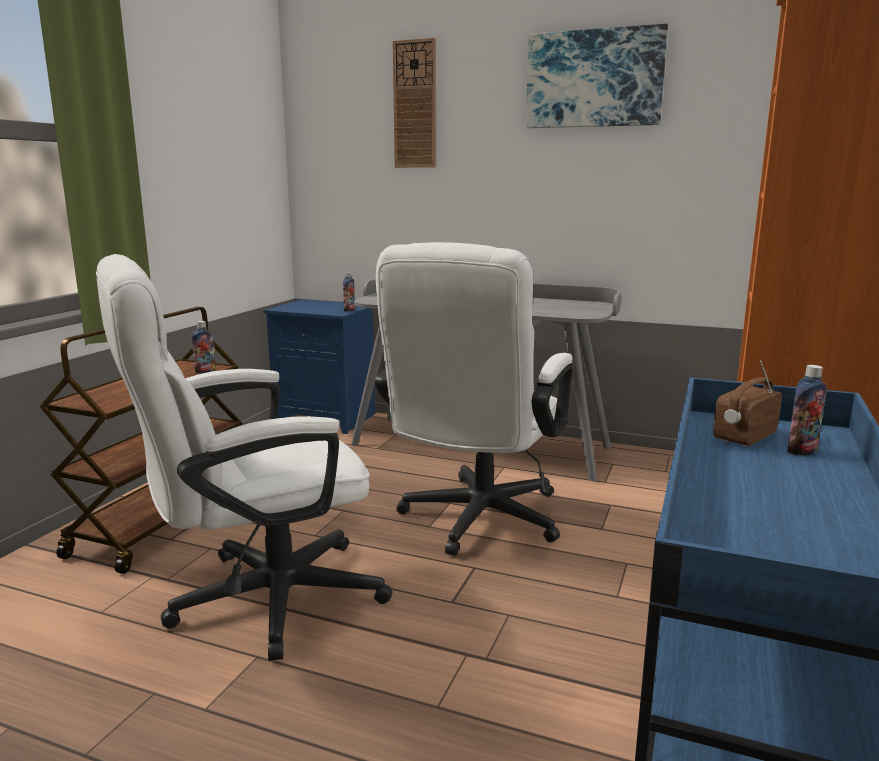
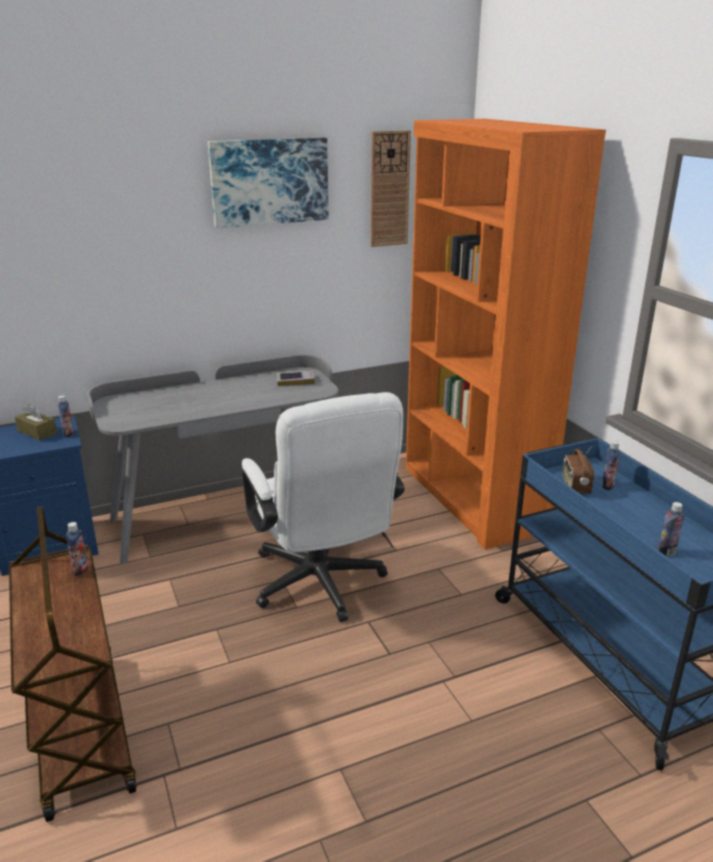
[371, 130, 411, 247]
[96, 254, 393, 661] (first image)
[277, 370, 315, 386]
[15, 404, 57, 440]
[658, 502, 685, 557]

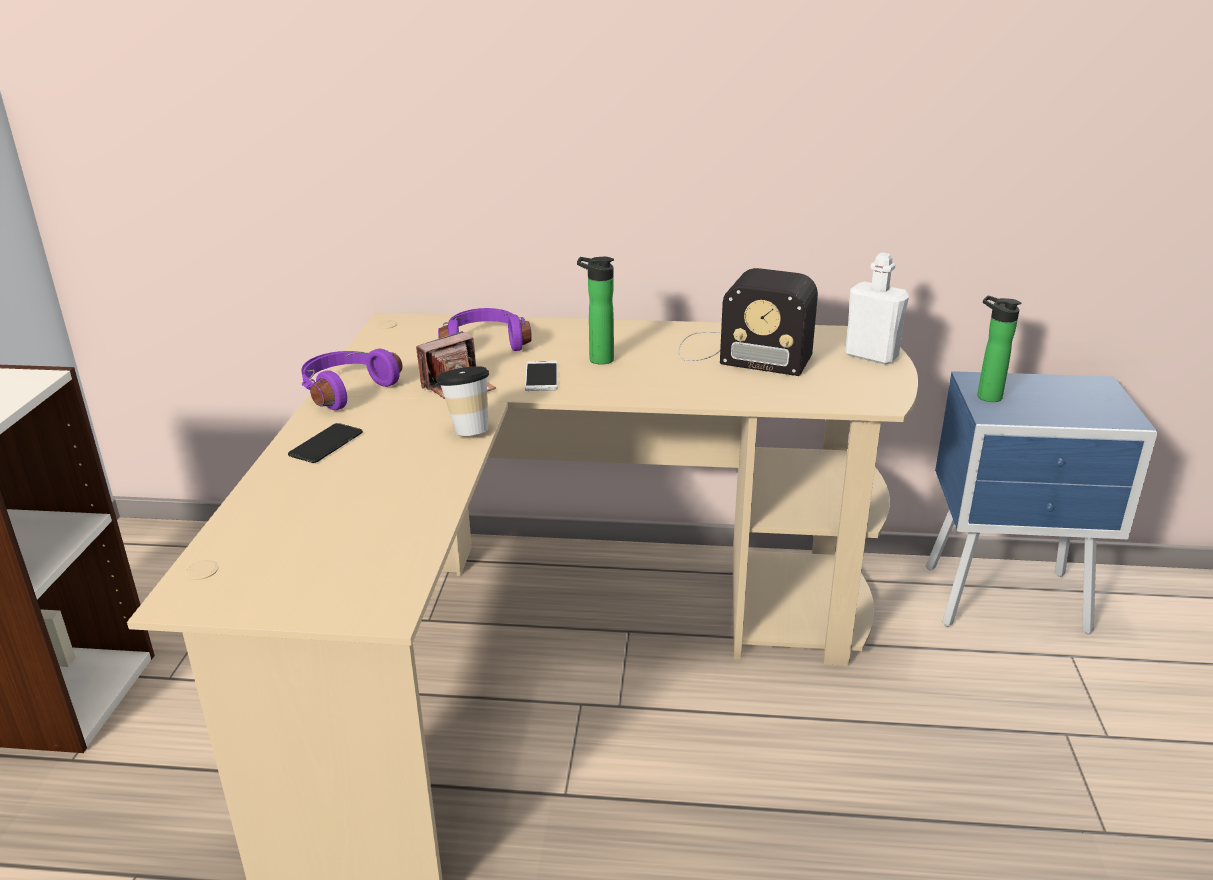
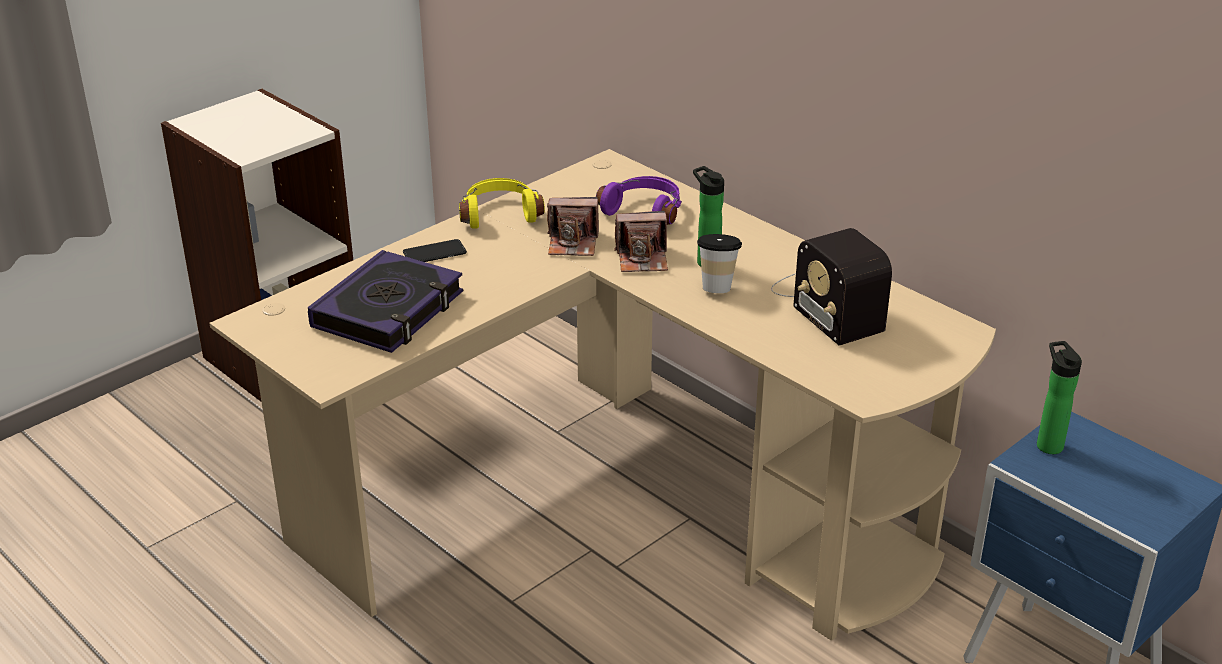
[845, 253, 909, 365] (first image)
[459, 178, 545, 229]
[614, 211, 668, 272]
[697, 234, 742, 293]
[308, 250, 463, 353]

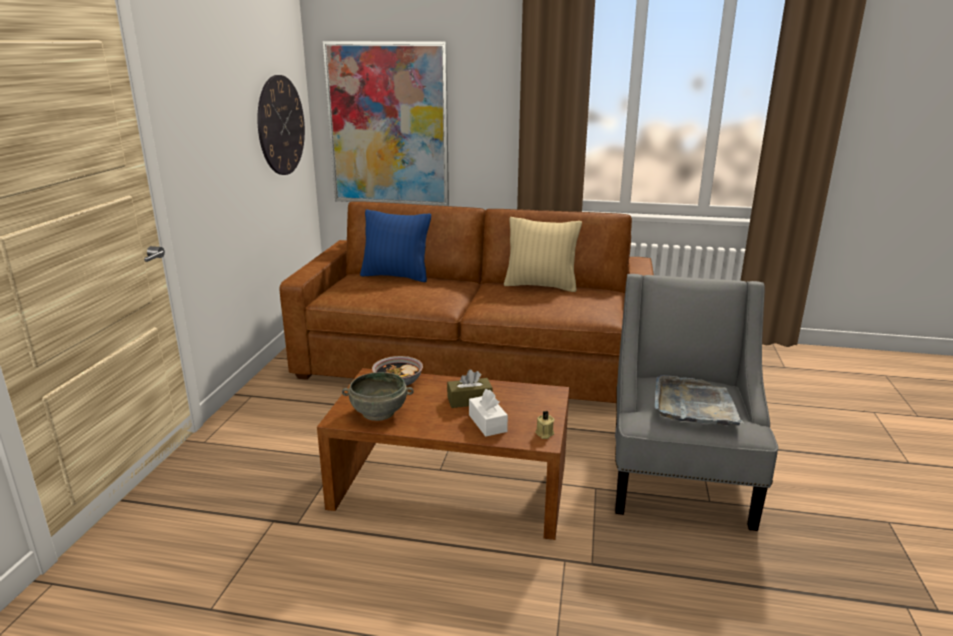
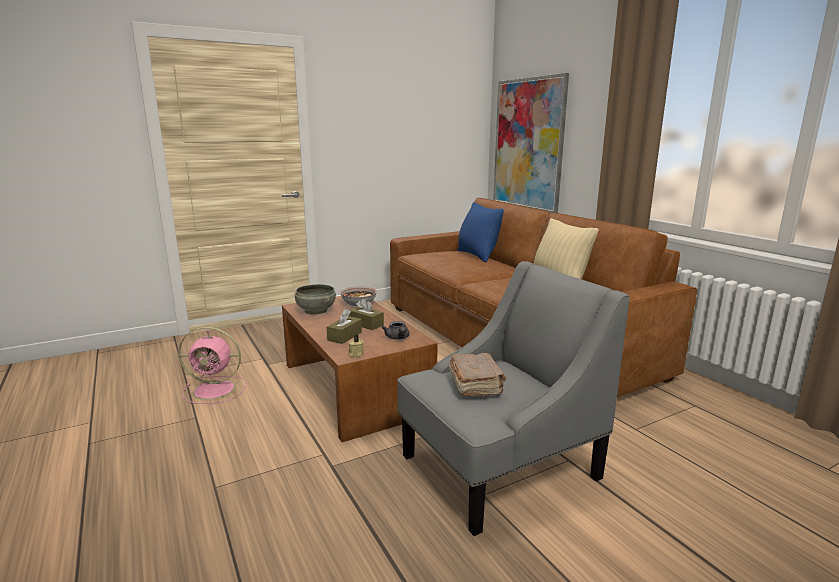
[257, 75, 305, 175] (first image)
[448, 353, 506, 396]
[327, 309, 362, 344]
[382, 321, 409, 340]
[178, 327, 247, 404]

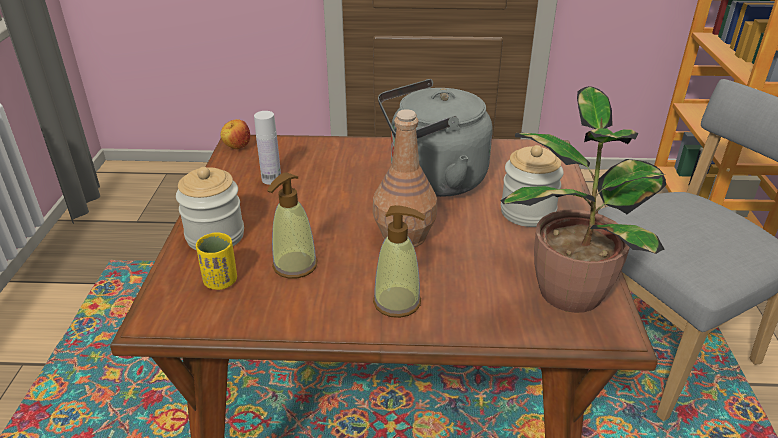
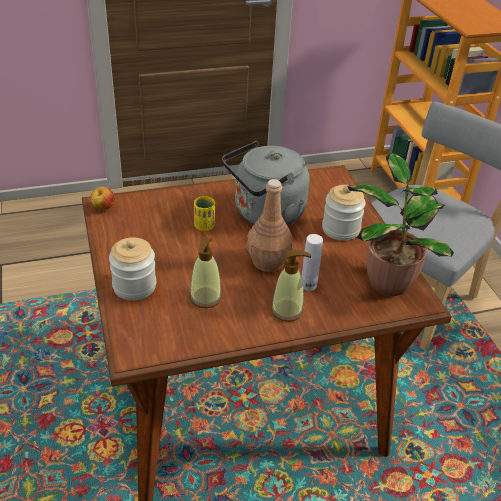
[301, 234, 323, 291]
[194, 196, 215, 231]

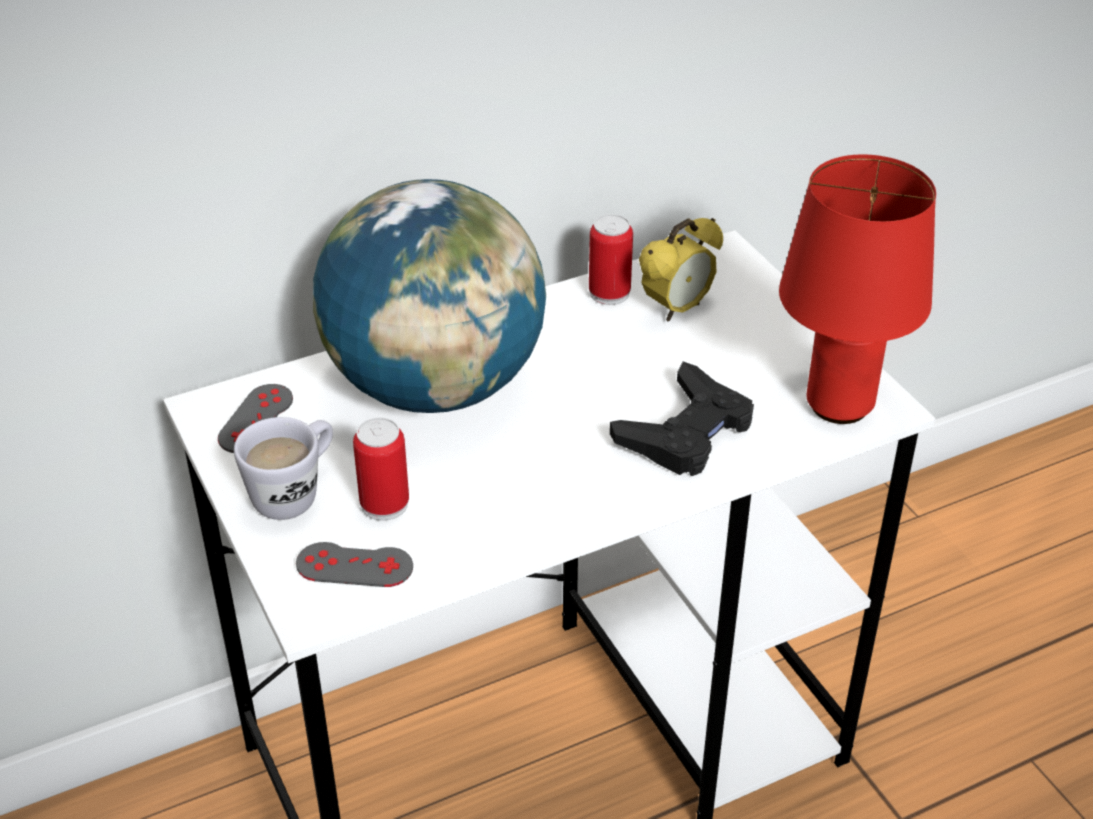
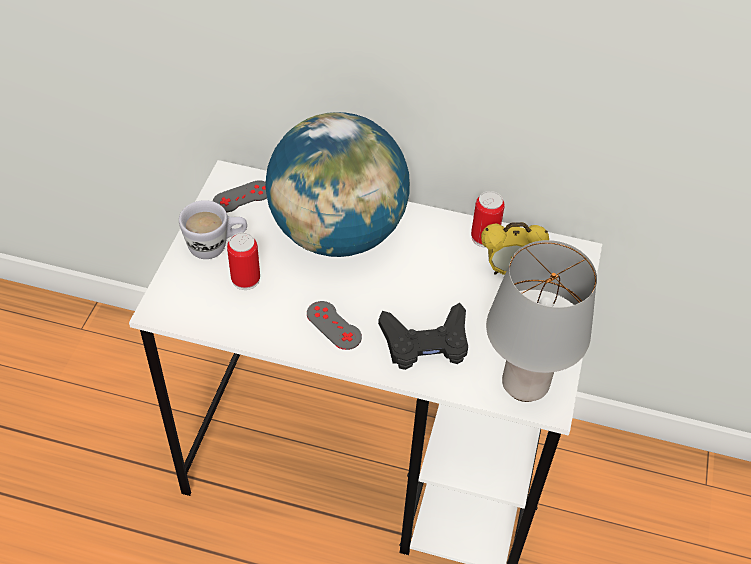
[486, 240, 597, 402]
[307, 301, 362, 350]

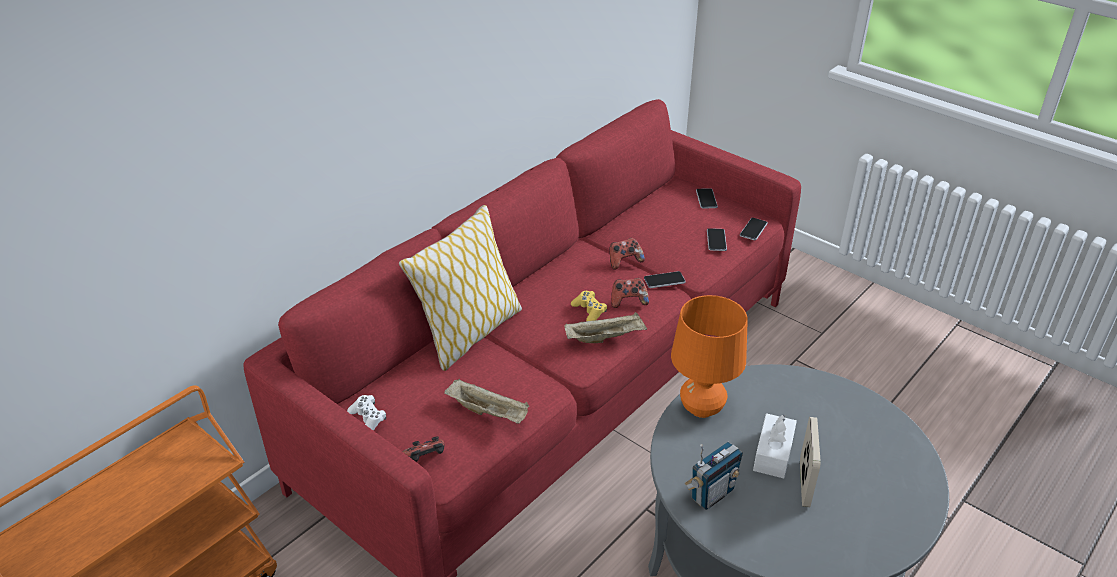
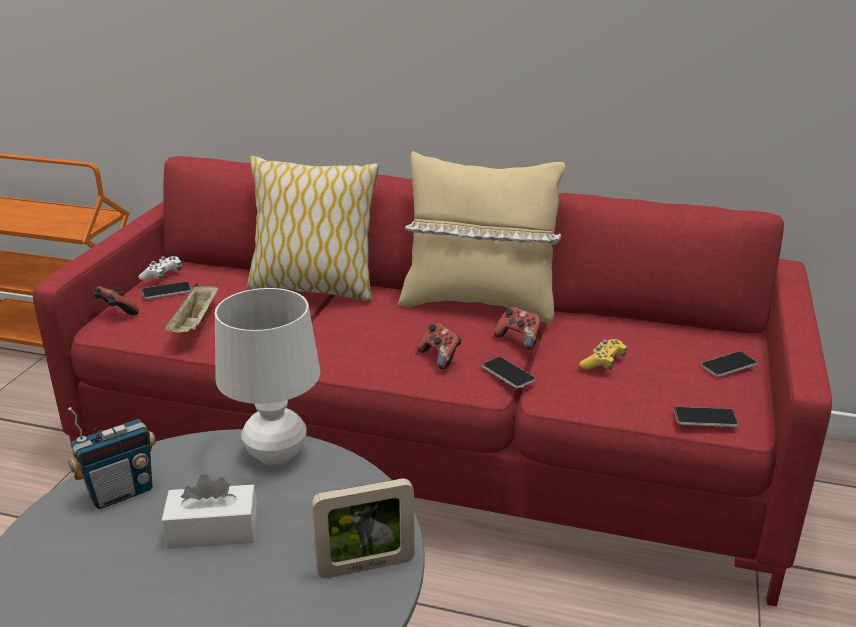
[142, 282, 192, 299]
[579, 339, 627, 370]
[215, 288, 320, 466]
[565, 312, 647, 343] (first image)
[311, 478, 415, 578]
[68, 407, 156, 509]
[398, 151, 565, 323]

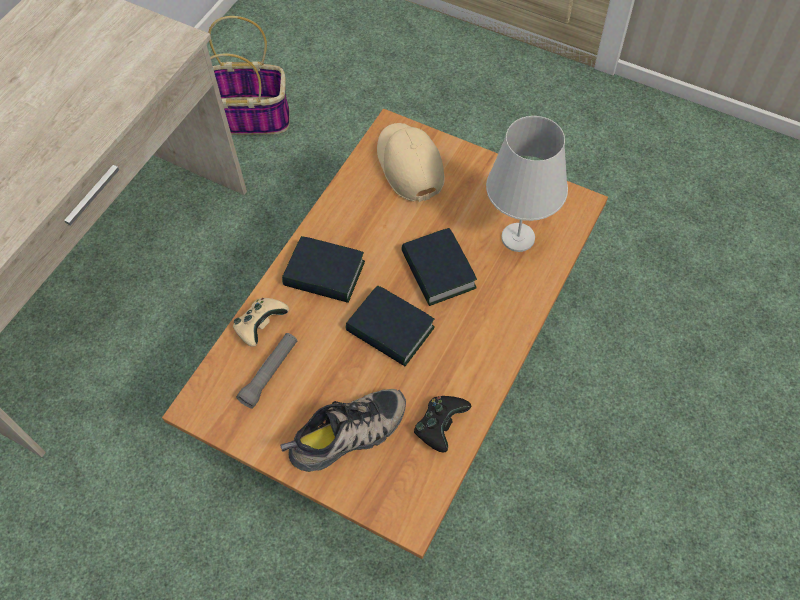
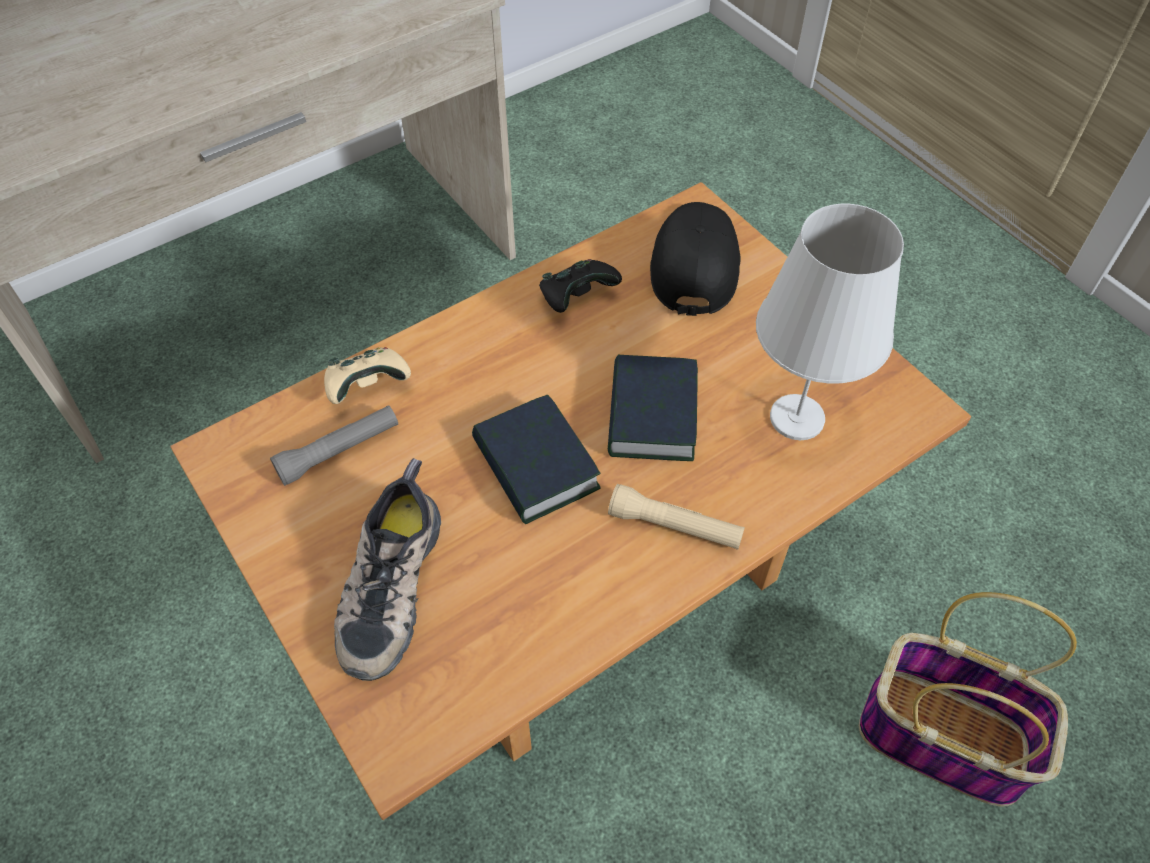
[859, 592, 1077, 807]
[650, 202, 741, 316]
[282, 236, 365, 303] (first image)
[334, 458, 441, 681]
[539, 259, 622, 313]
[608, 484, 745, 550]

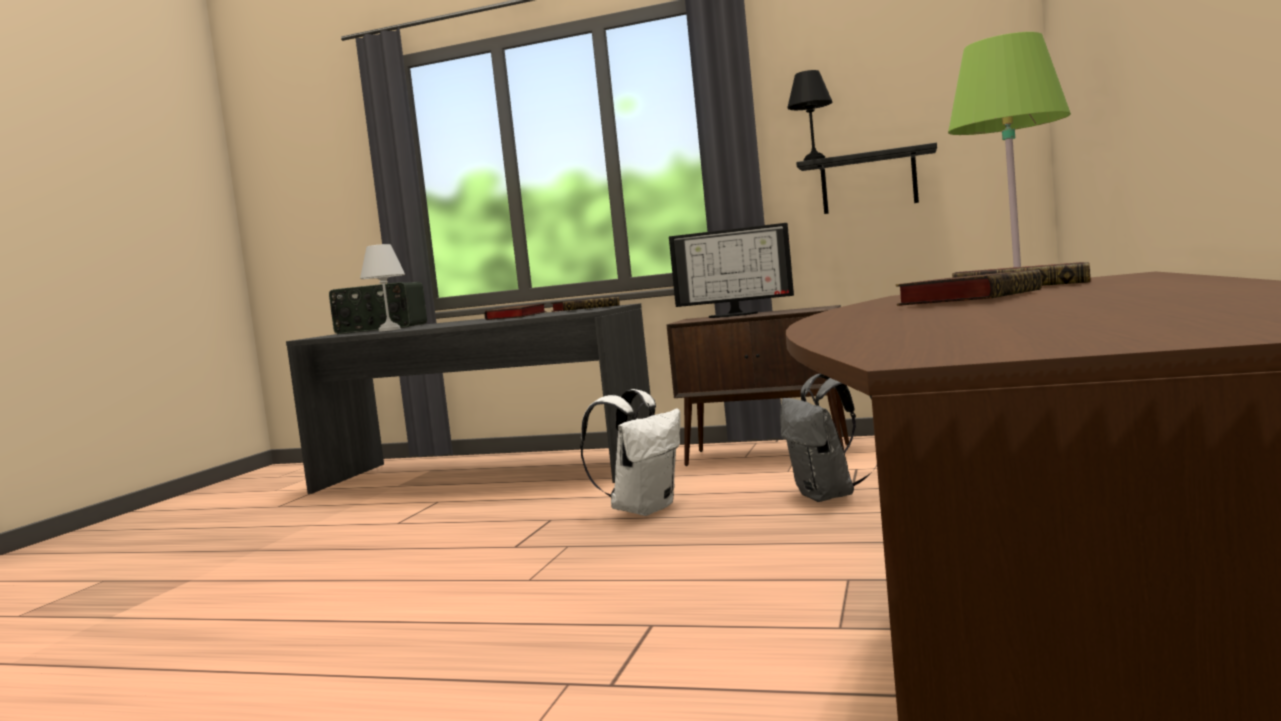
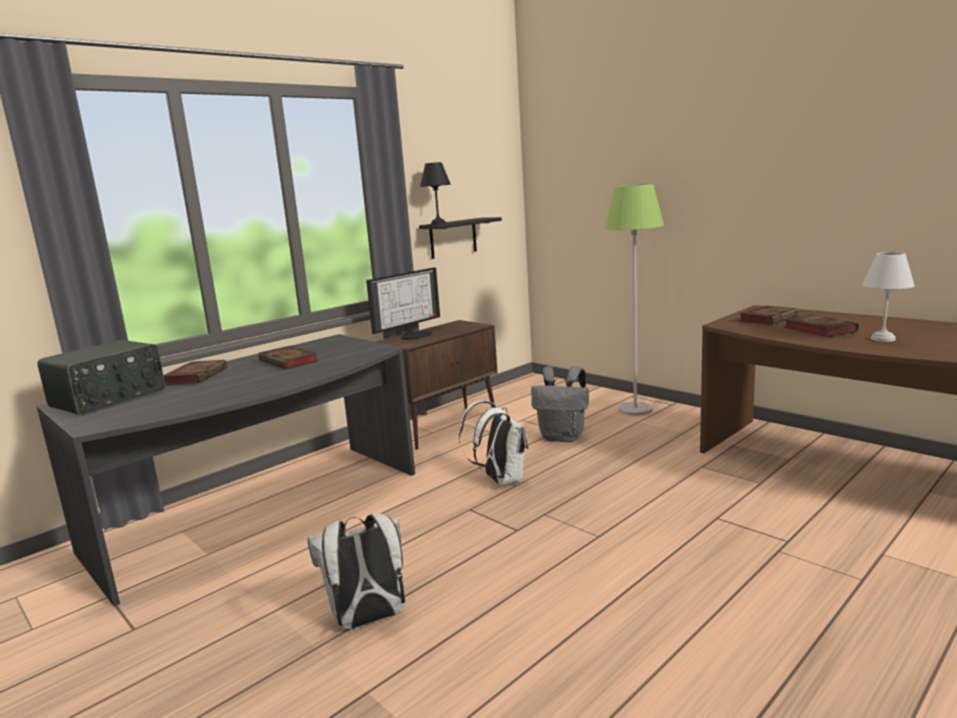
[862, 252, 915, 342]
[164, 360, 227, 385]
[307, 513, 405, 629]

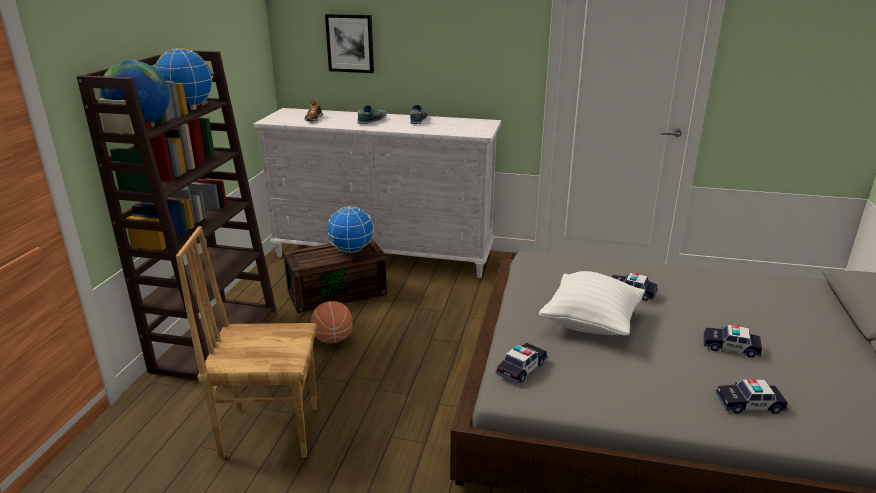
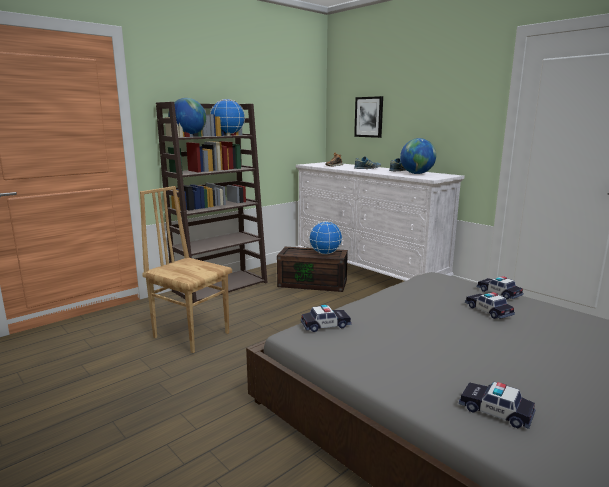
[539, 271, 645, 335] (first image)
[311, 301, 353, 344] (first image)
[477, 276, 523, 299]
[400, 138, 436, 174]

